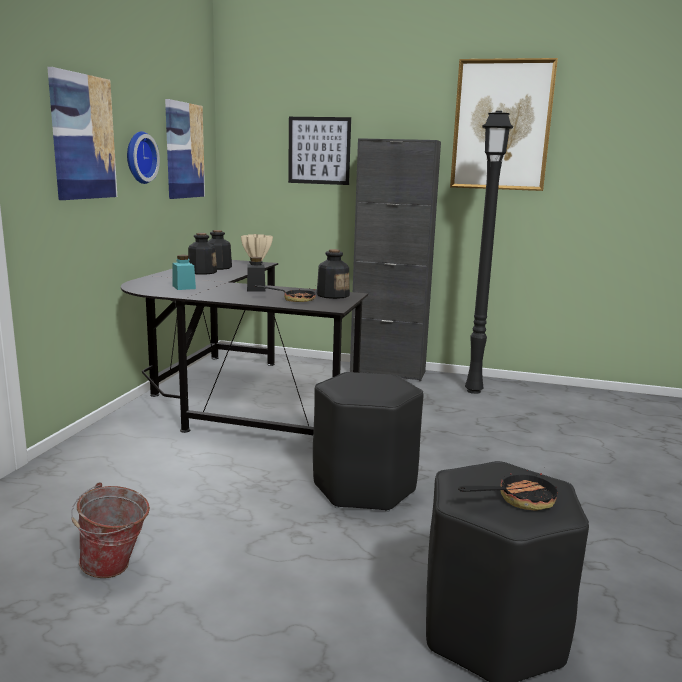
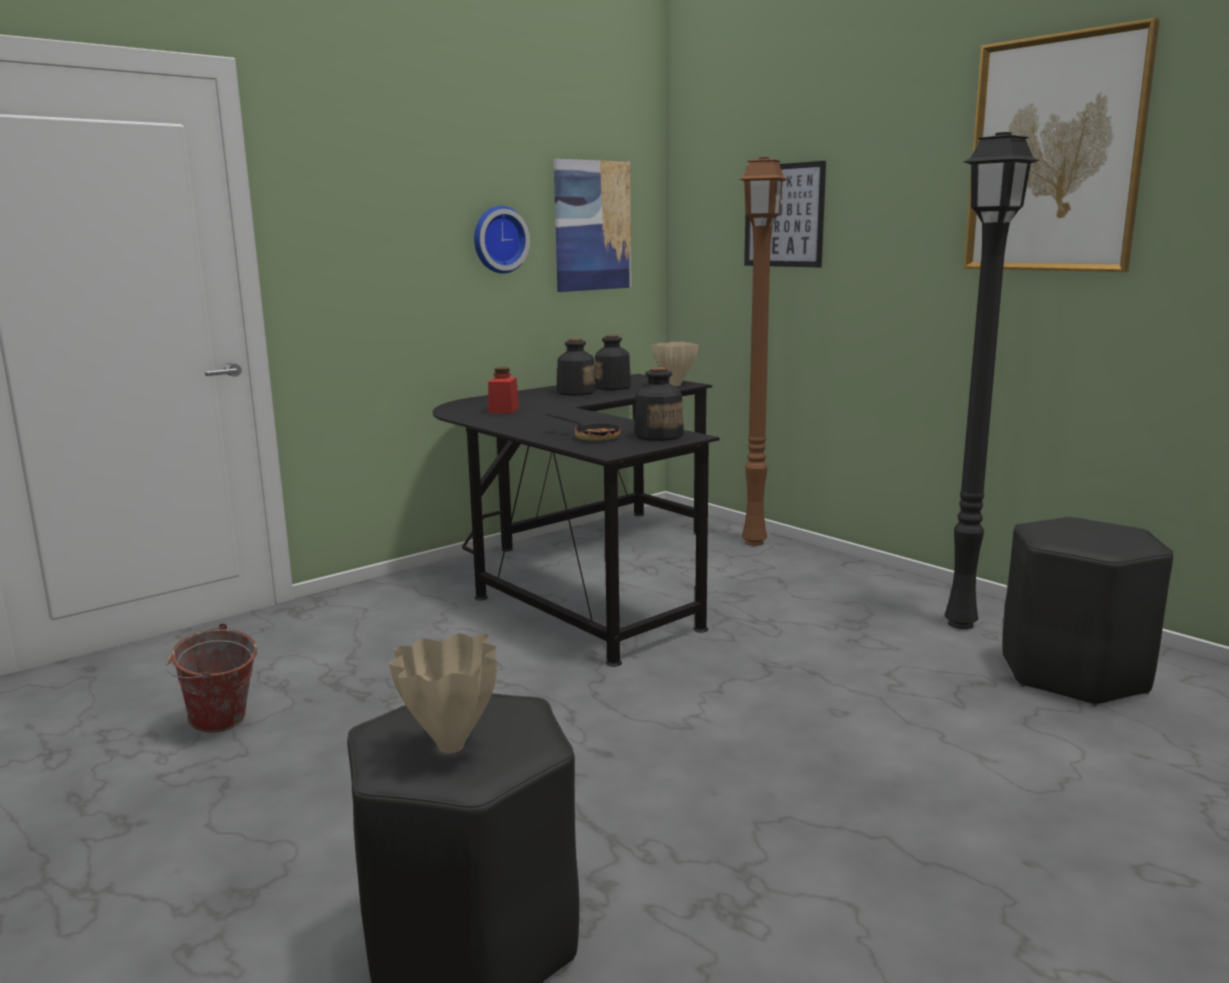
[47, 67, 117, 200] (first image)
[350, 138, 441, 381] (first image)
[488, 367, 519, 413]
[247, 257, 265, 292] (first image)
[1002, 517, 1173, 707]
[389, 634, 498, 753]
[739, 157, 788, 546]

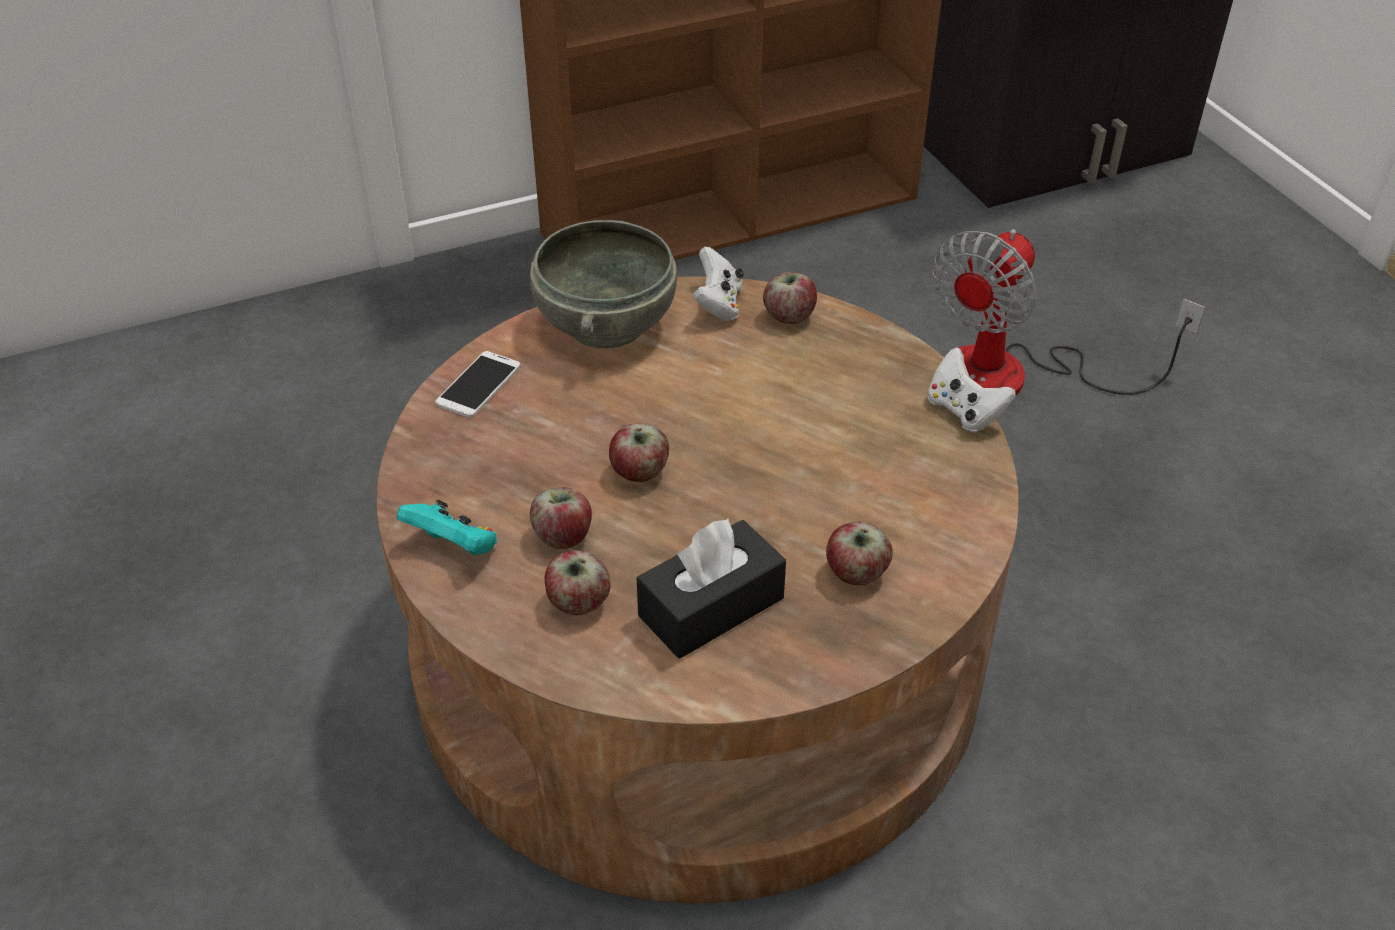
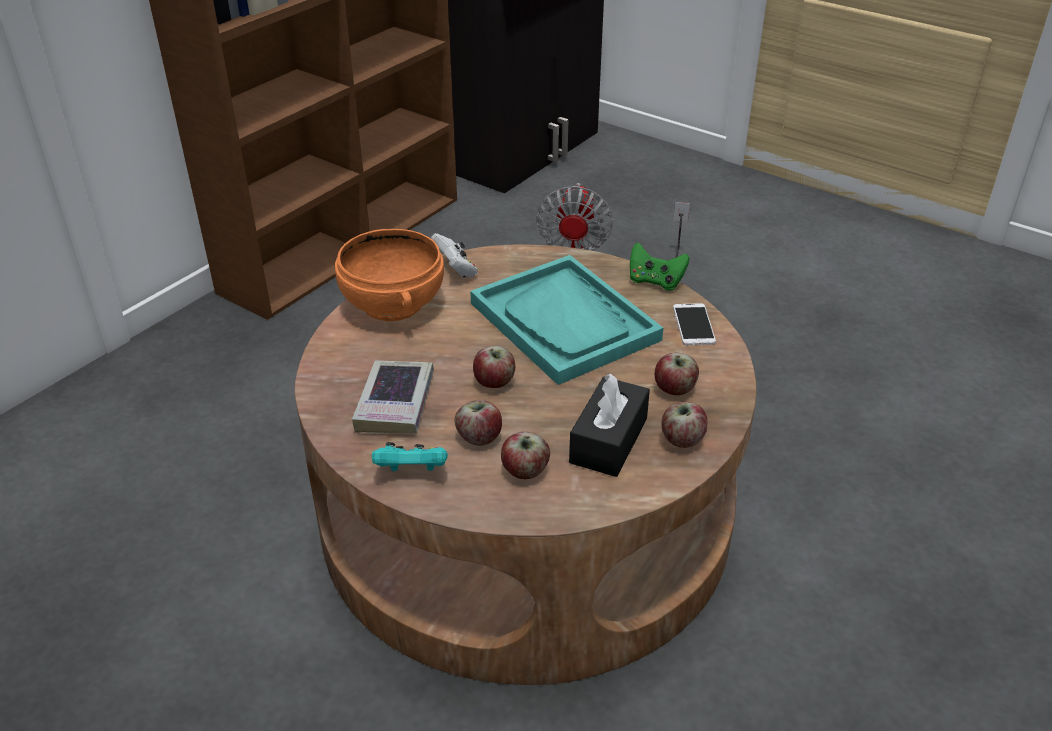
[335, 229, 444, 321]
[662, 402, 707, 448]
[630, 242, 690, 291]
[673, 303, 716, 345]
[470, 255, 663, 385]
[352, 360, 434, 434]

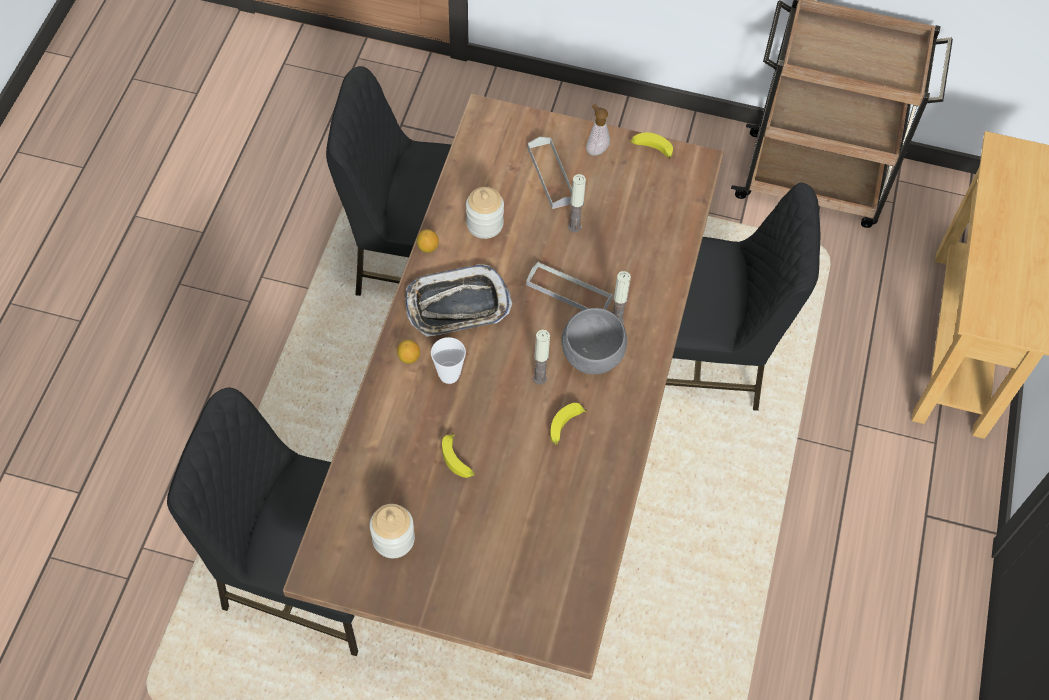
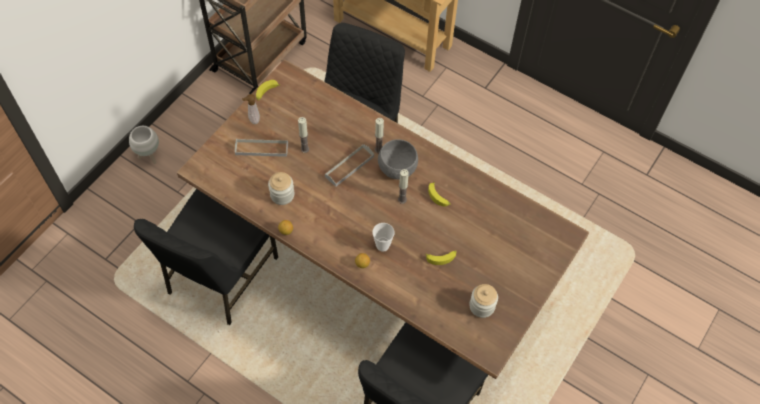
[405, 264, 513, 337] (first image)
[129, 126, 159, 164]

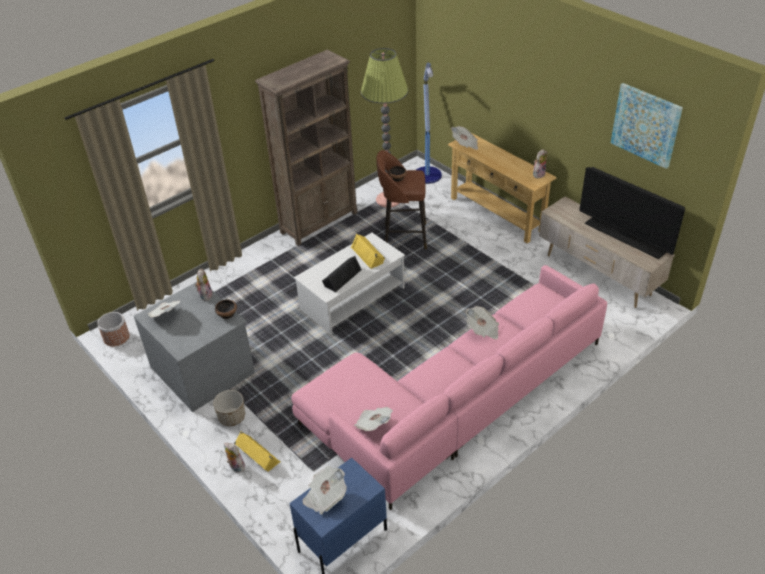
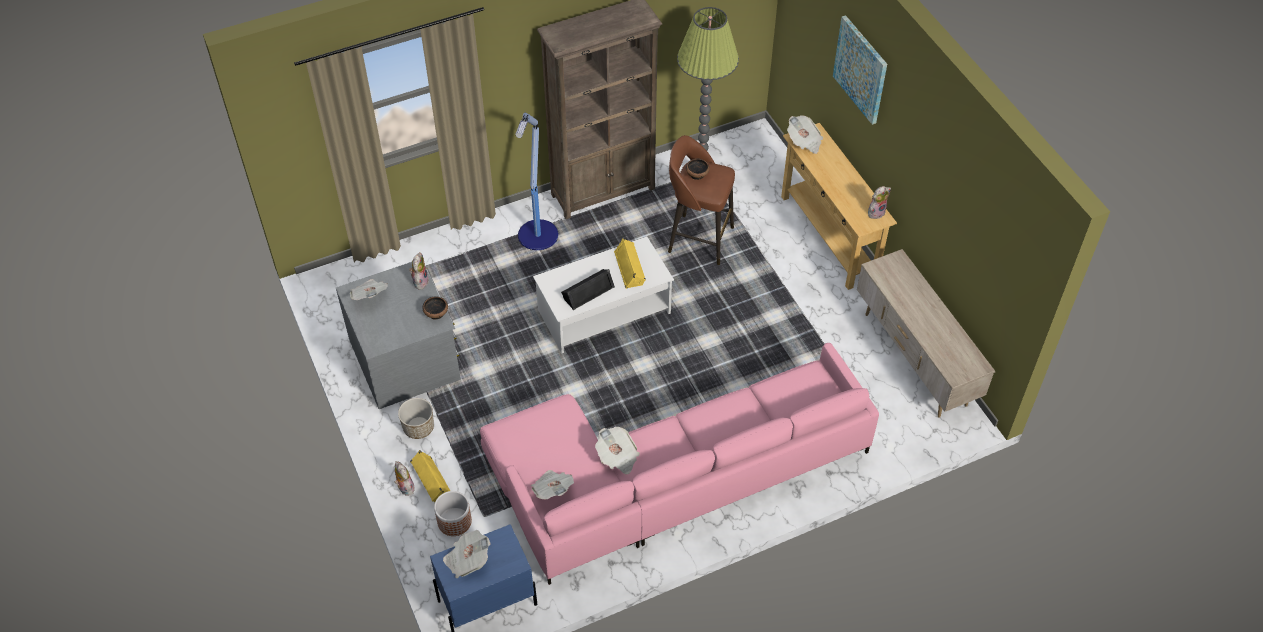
[515, 113, 558, 250]
[833, 15, 887, 125]
[579, 167, 685, 259] (first image)
[595, 427, 640, 475]
[434, 491, 472, 536]

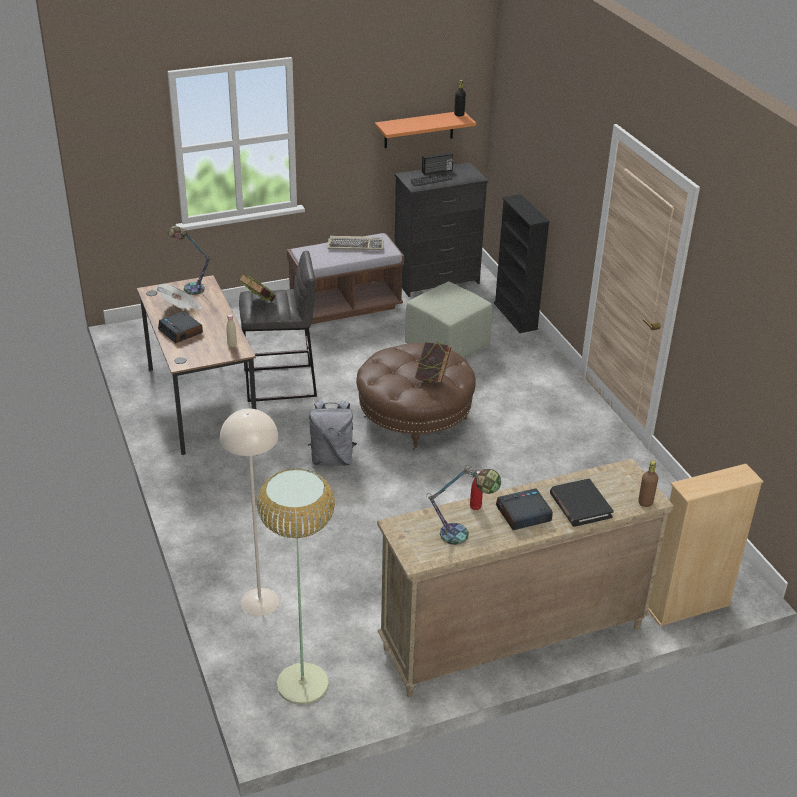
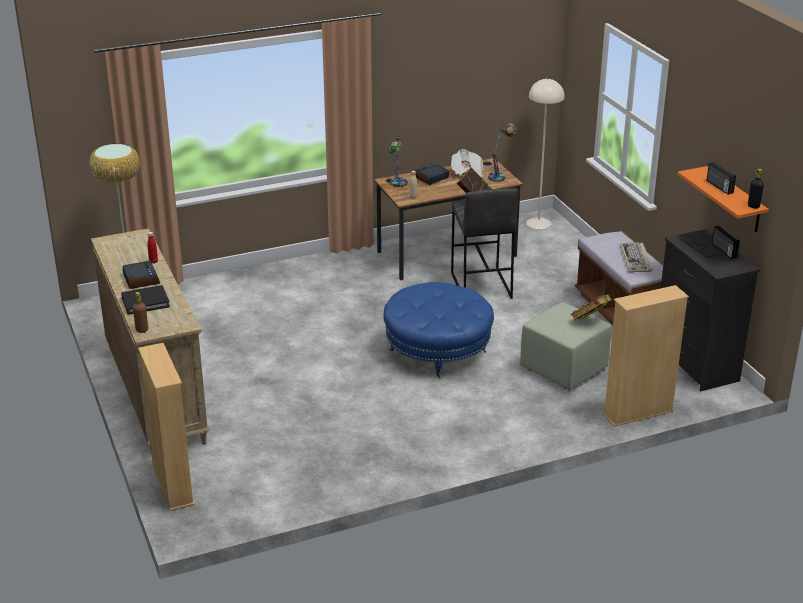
[603, 285, 689, 427]
[571, 294, 612, 320]
[384, 282, 494, 379]
[308, 400, 357, 466] (first image)
[526, 79, 565, 229]
[388, 136, 408, 187]
[707, 162, 736, 195]

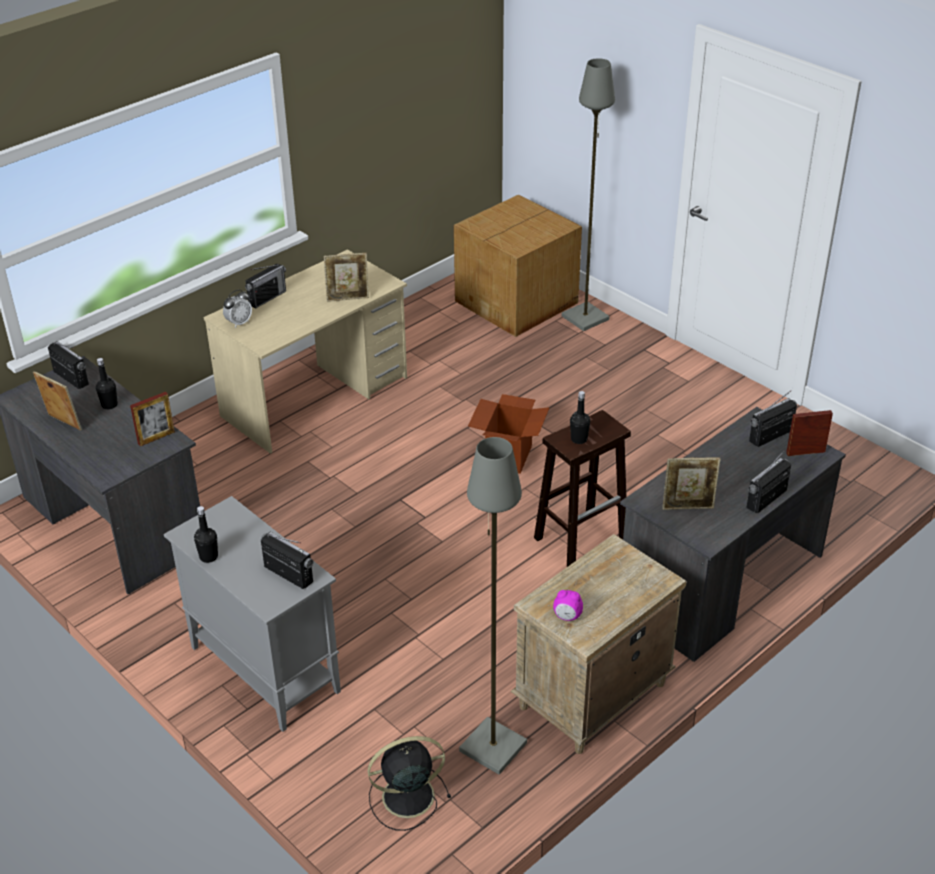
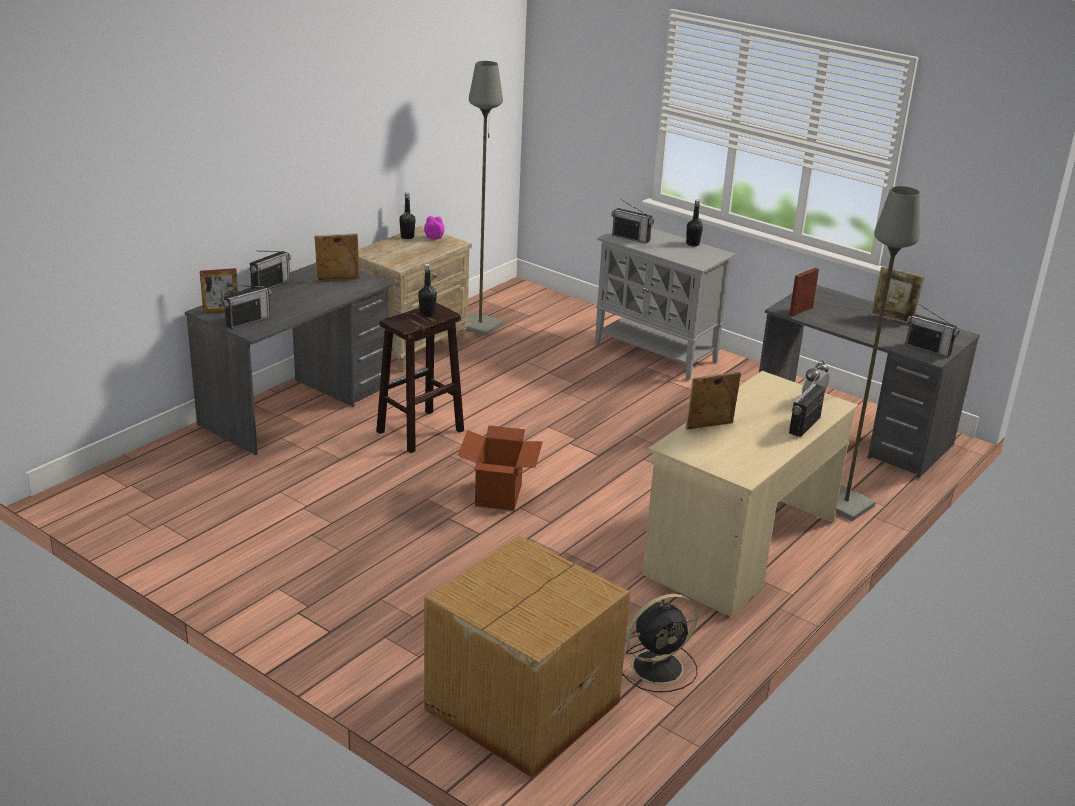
[836, 186, 920, 521]
[399, 192, 415, 239]
[622, 594, 698, 692]

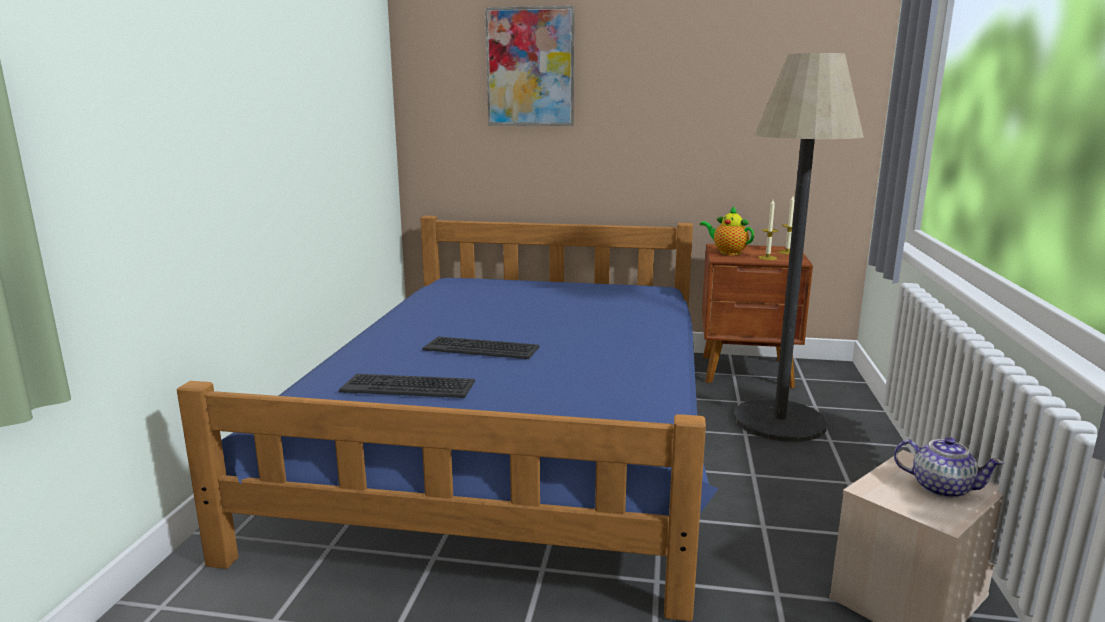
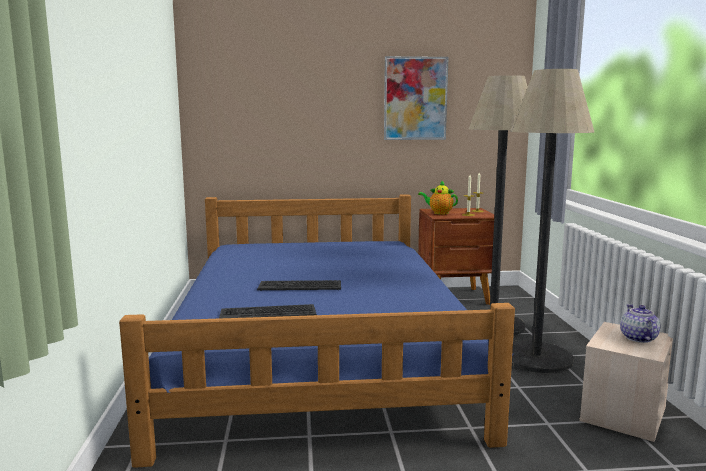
[384, 56, 448, 140]
[620, 304, 660, 343]
[510, 69, 594, 373]

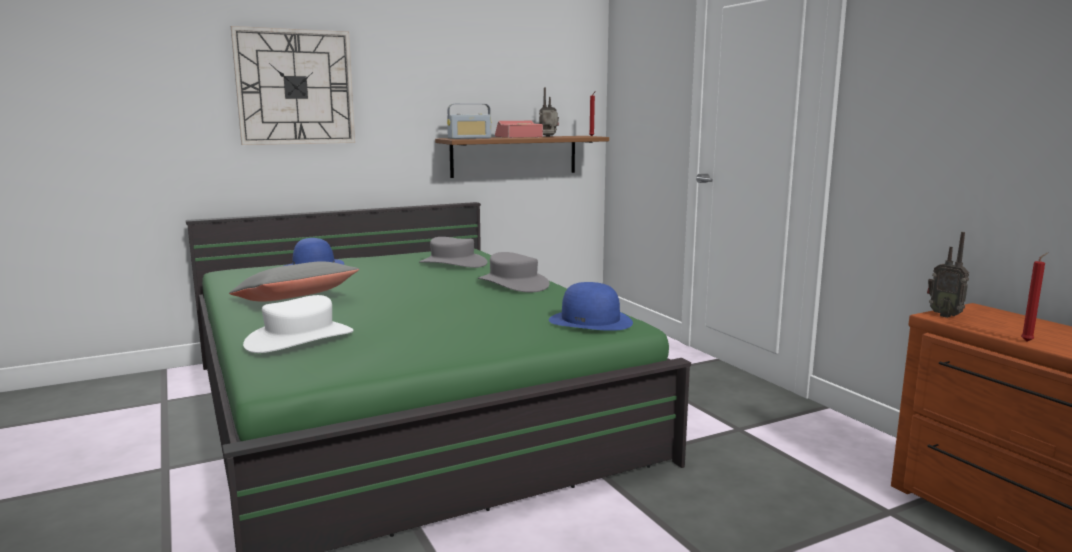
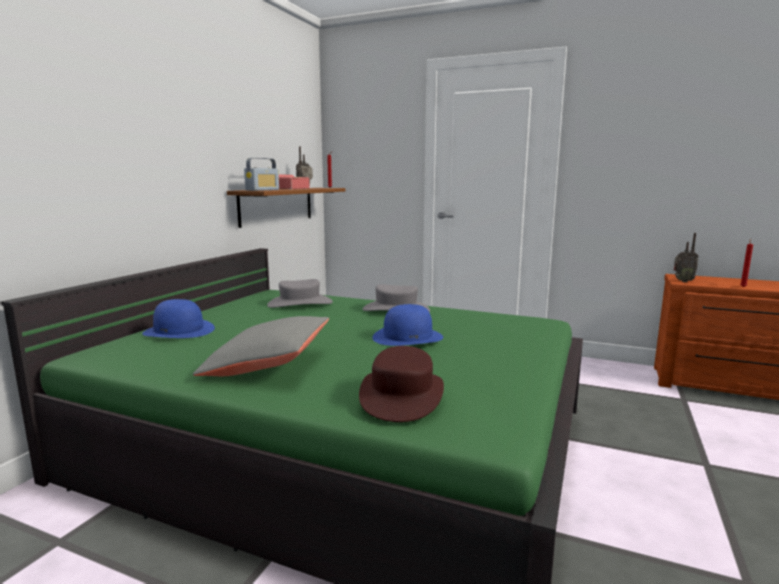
[231, 26, 355, 145] (first image)
[372, 304, 443, 346]
[359, 346, 444, 422]

